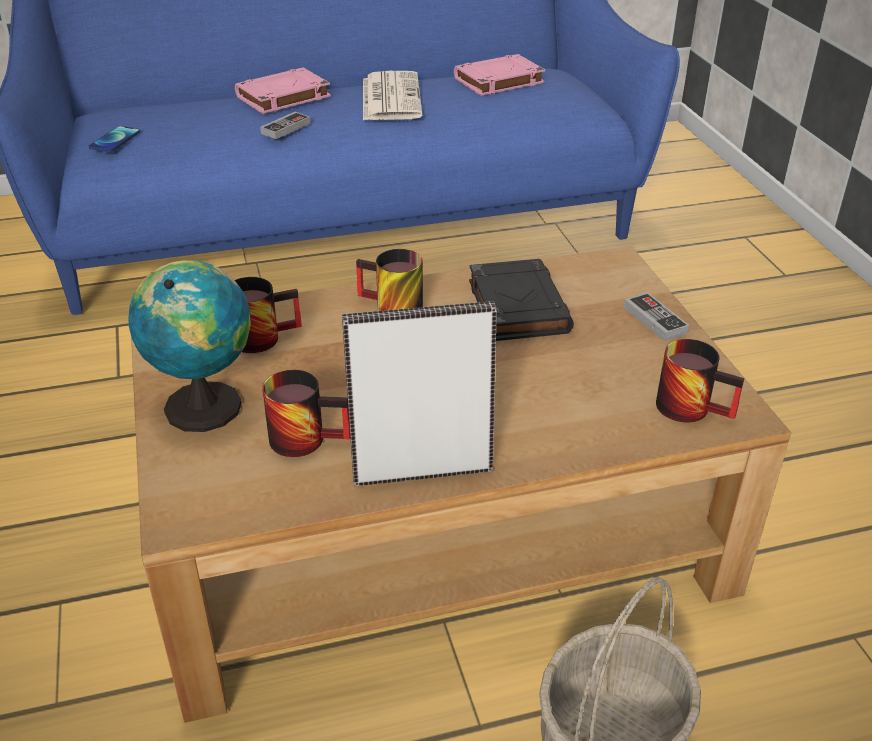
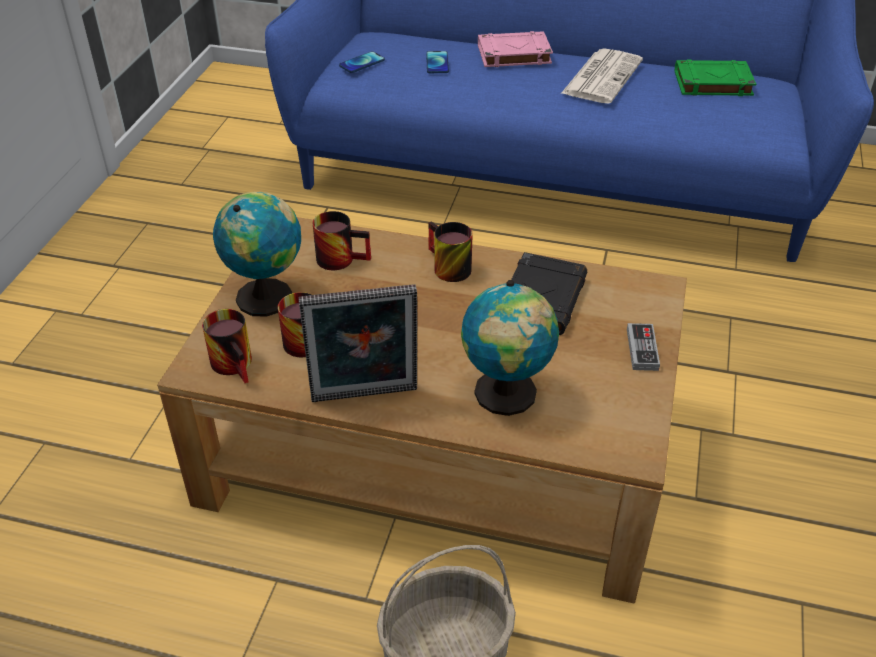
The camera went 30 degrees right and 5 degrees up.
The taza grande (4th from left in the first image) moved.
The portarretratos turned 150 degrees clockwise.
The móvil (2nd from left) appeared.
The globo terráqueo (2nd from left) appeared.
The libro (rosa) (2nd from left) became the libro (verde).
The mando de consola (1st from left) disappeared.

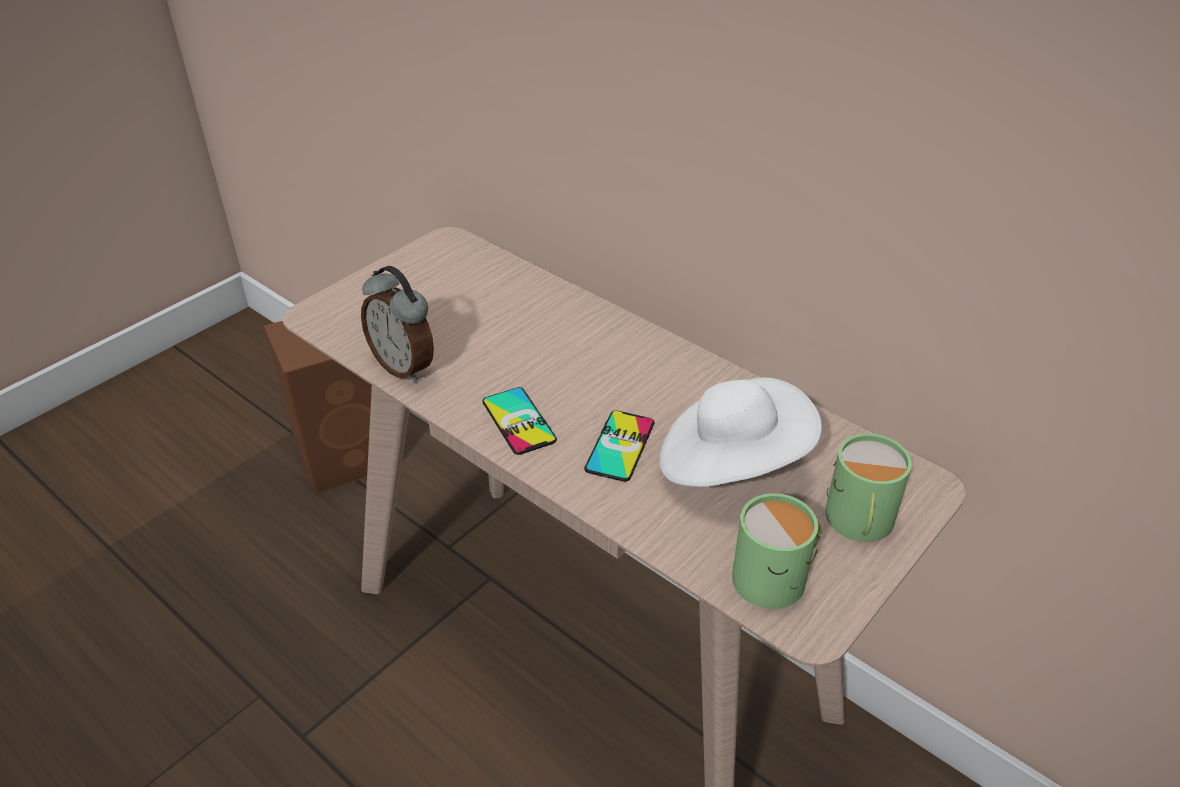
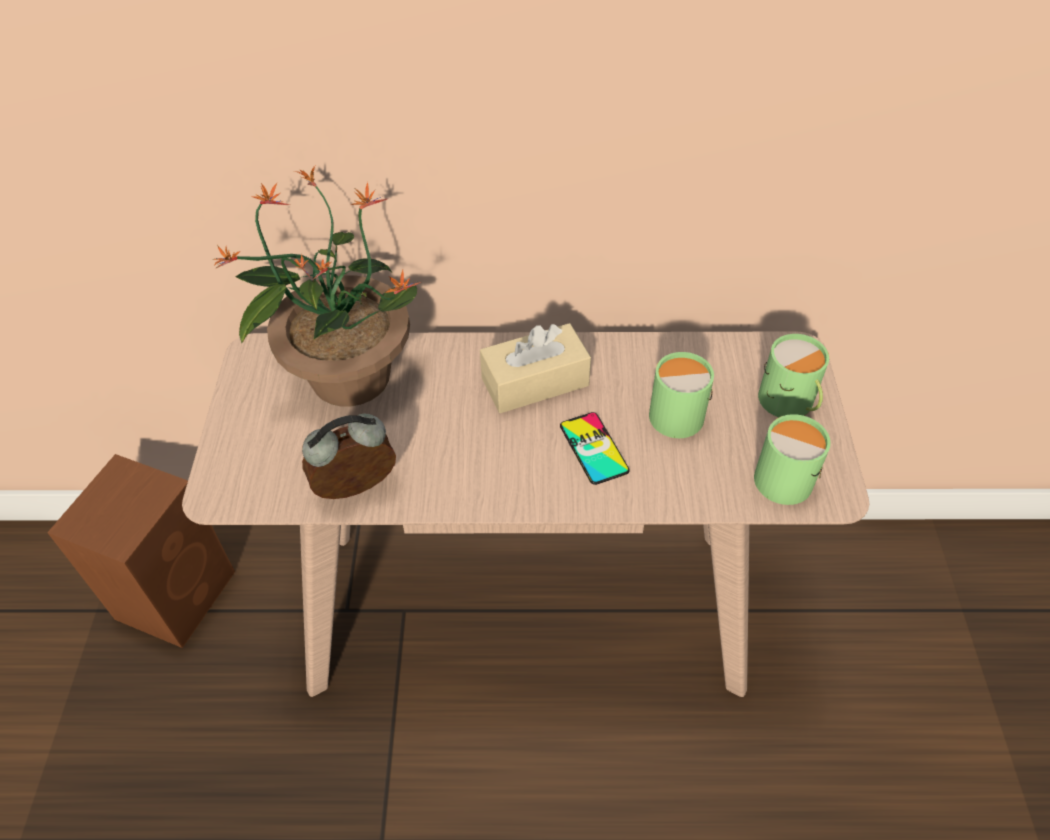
The camera went 40 degrees left and 10 degrees up.
The planta en maceta appeared.
The despertador turned 150 degrees clockwise.
The caja de pañuelos (beis) appeared.
The sombrero (blanco) was replaced by the taza grande (verde) (1st from left).
The móvil (1st from left) disappeared.

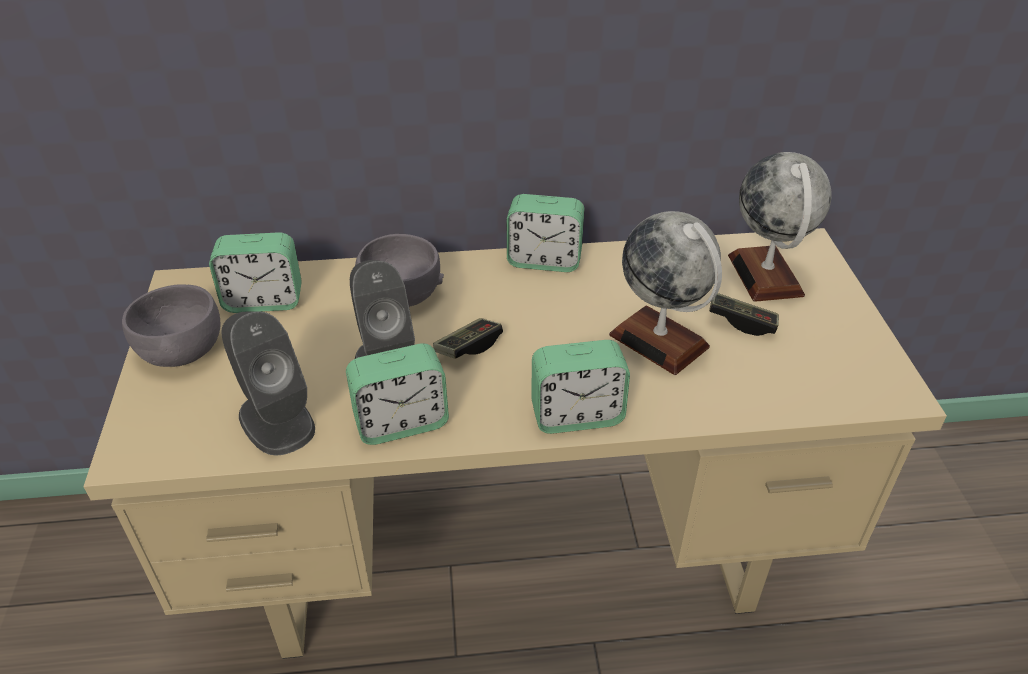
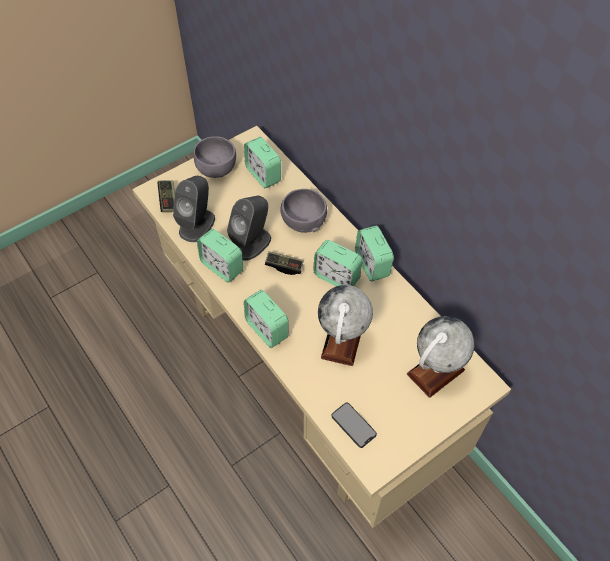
The camera went 60 degrees right and 15 degrees up.
The mando de consola (2nd from left in the first image) moved.
The despertador (4th from left) appeared.
The móvil appeared.

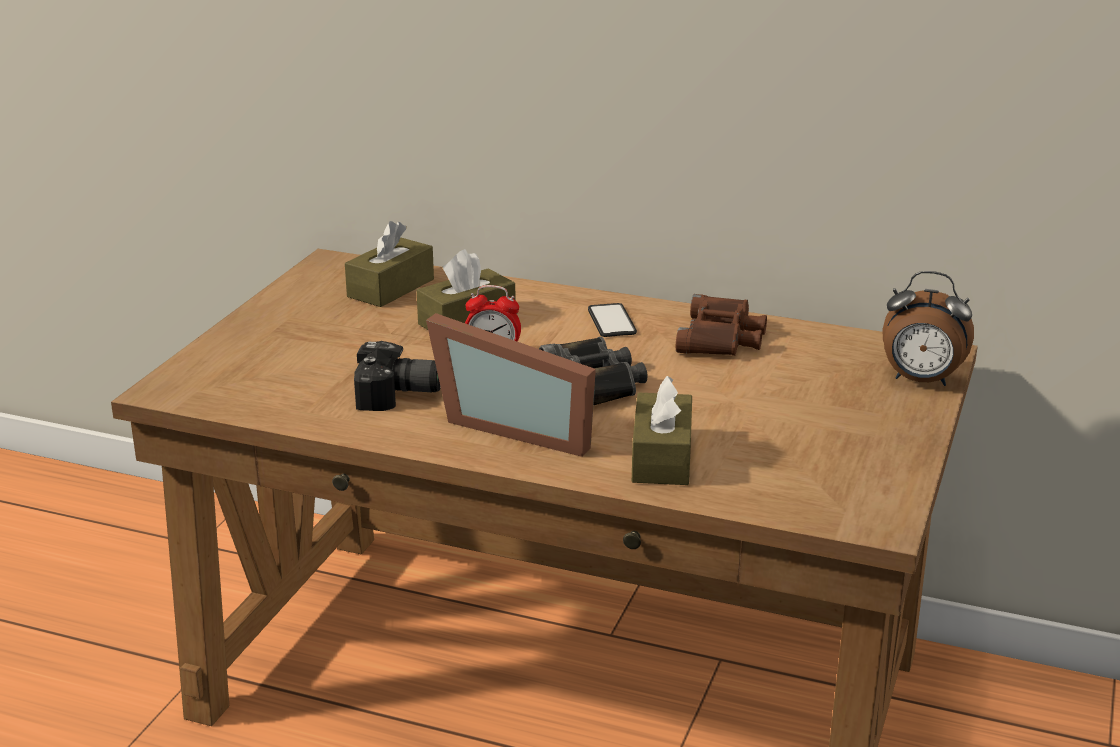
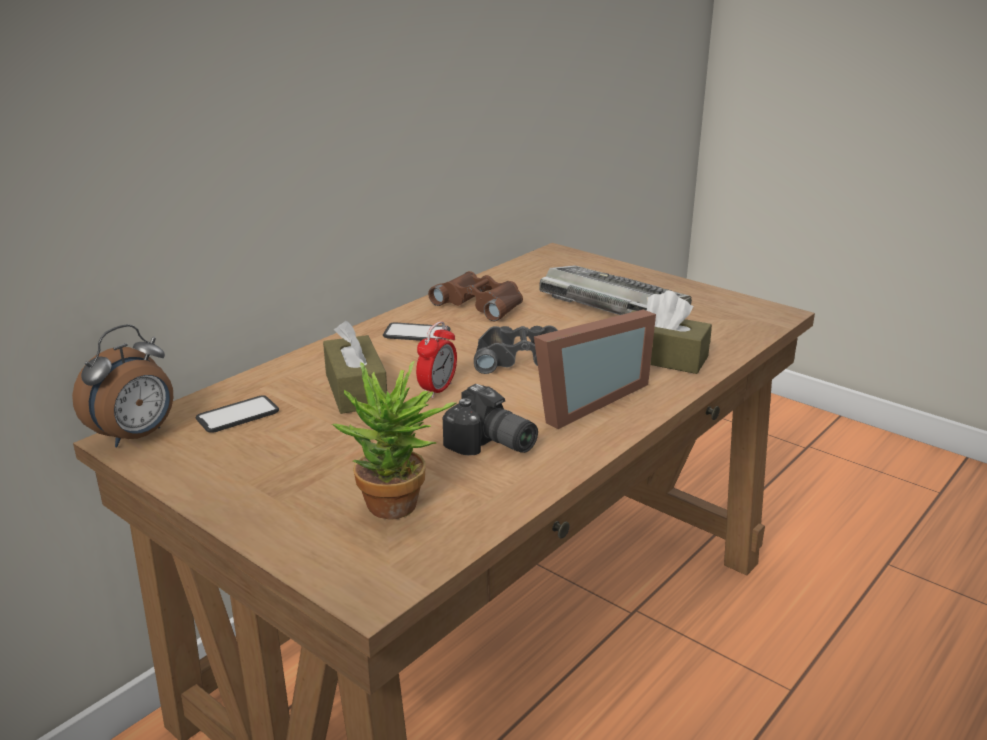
The camera went 70 degrees left and 0 degrees up.
The despertador (2nd from left in the first image) moved.
The caja de pañuelos (marrón) (1st from left) was replaced by the móvil (1st from left).
The planta en maceta appeared.
The cámara turned 105 degrees clockwise.
The teclado appeared.

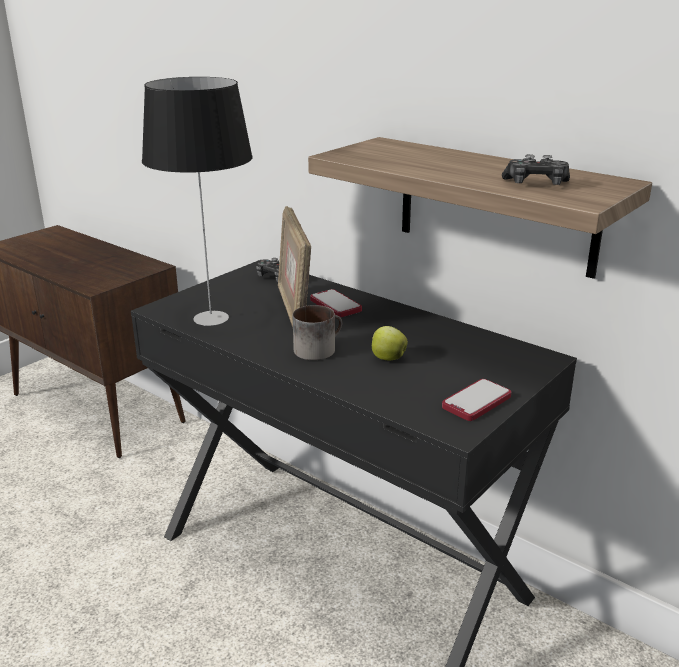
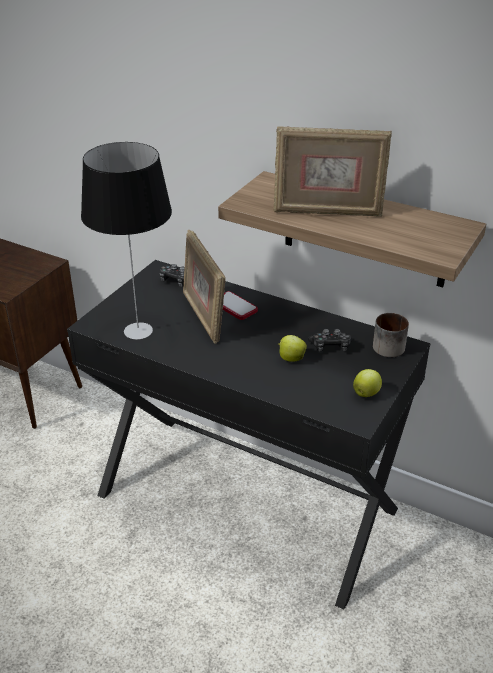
The camera went 10 degrees left and 10 degrees up.
The portarretratos (2nd from left) appeared.
The mando de consola (2nd from left) moved.
The móvil (2nd from left) was replaced by the manzana (2nd from left).
The taza grande moved.

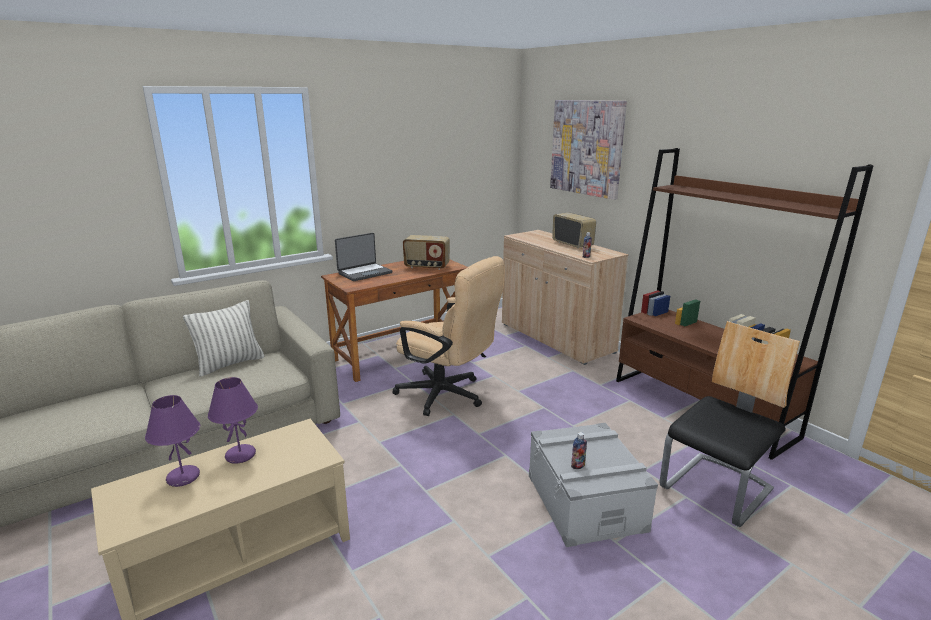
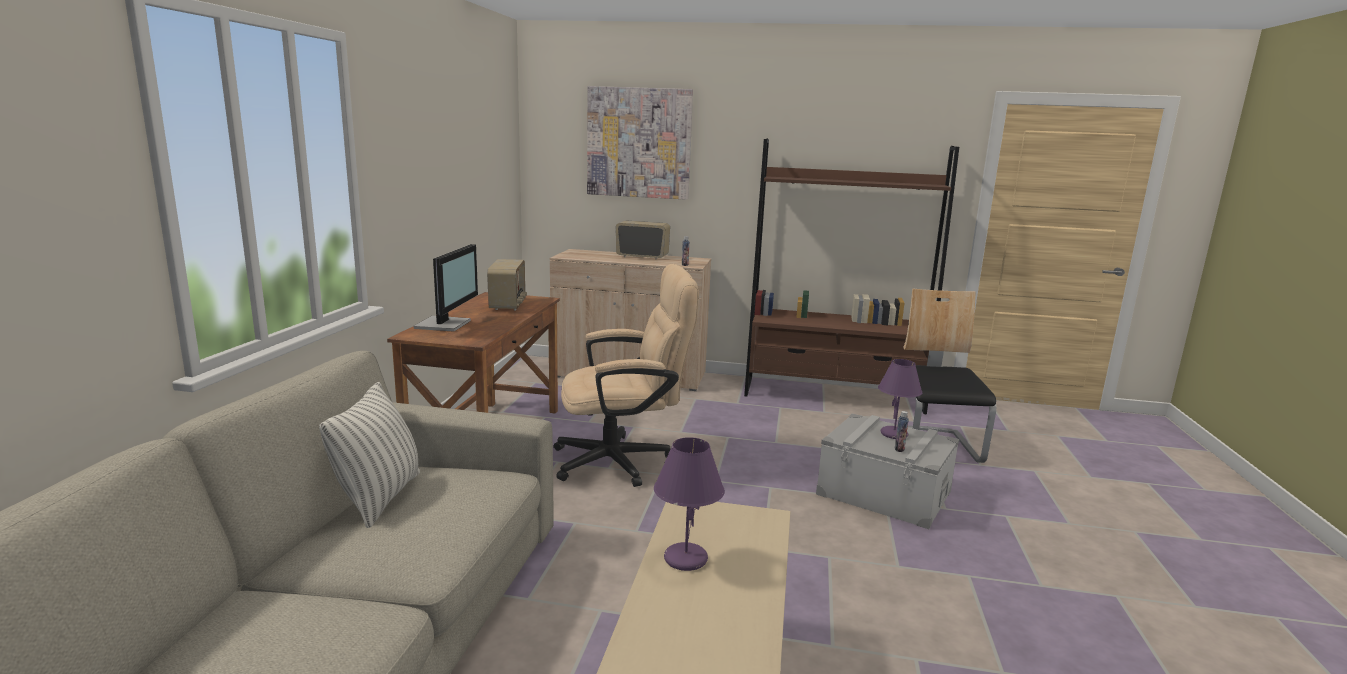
The camera went 45 degrees left and 5 degrees down.
The portátil was replaced by the monitor.
The radio (1st from left) turned 60 degrees counterclockwise.
The lámpara de mesa (morado) (1st from left in the first image) moved.

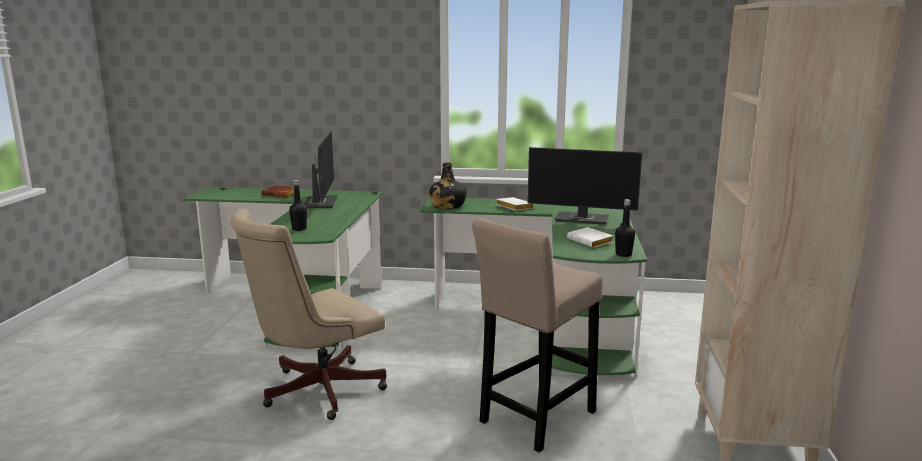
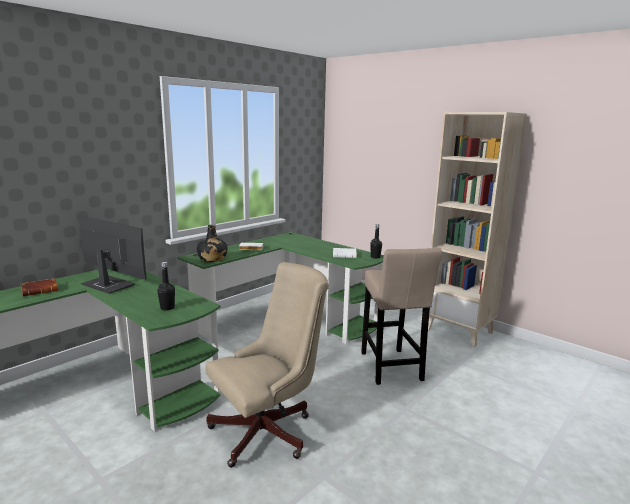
The camera went 55 degrees left and 0 degrees up.
The silla de oficina (beis) turned 120 degrees counterclockwise.
The monitor (2nd from left) disappeared.

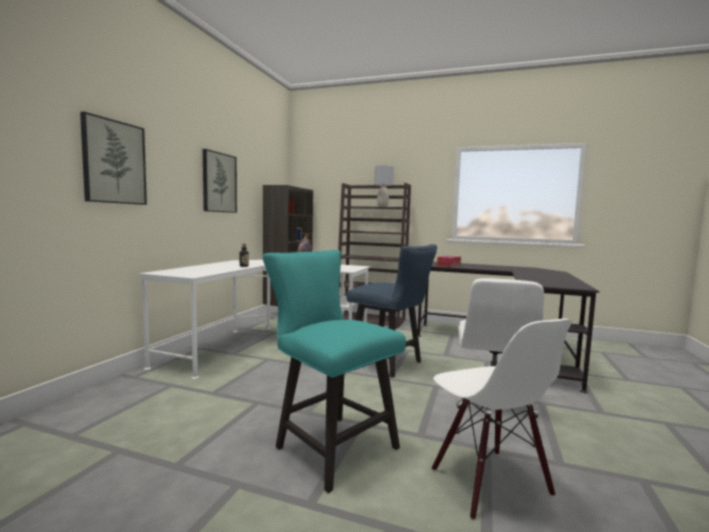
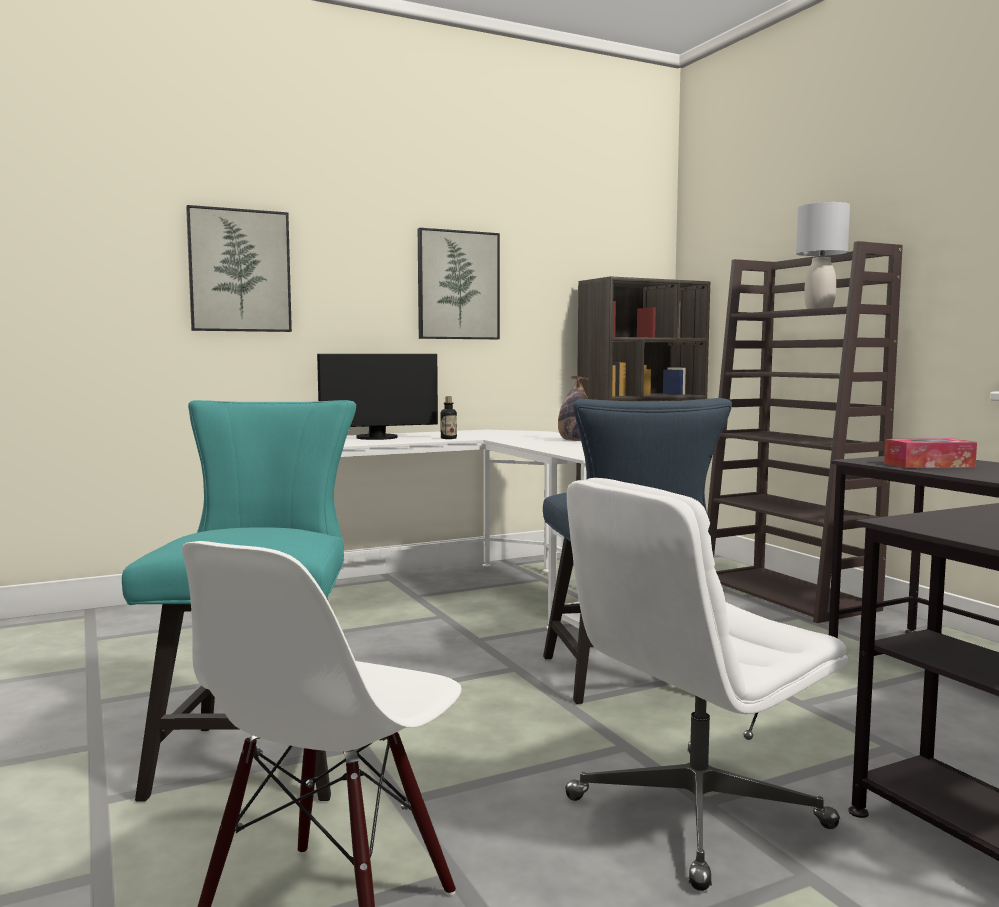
The camera went 45 degrees right and 0 degrees up.
The monitor appeared.

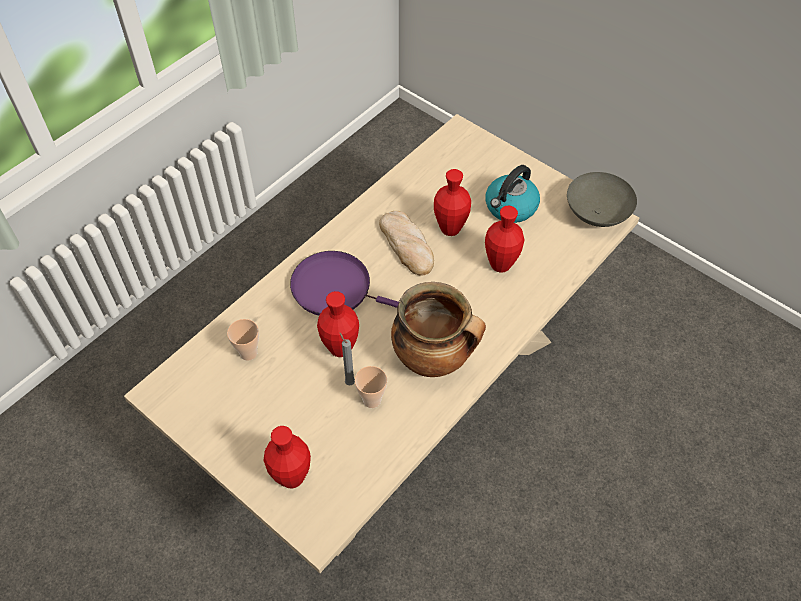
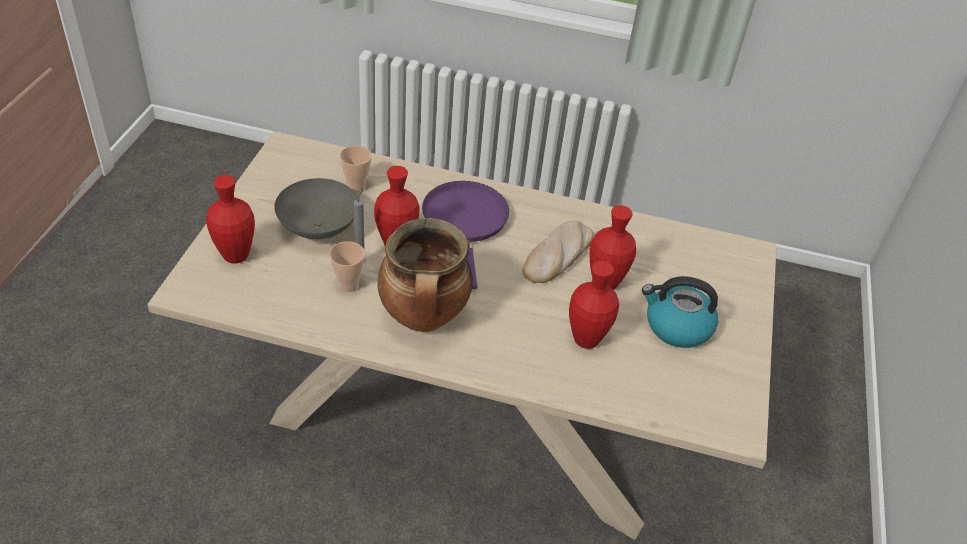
The camera went 60 degrees right and 10 degrees down.
The cuenco (gris) moved.

